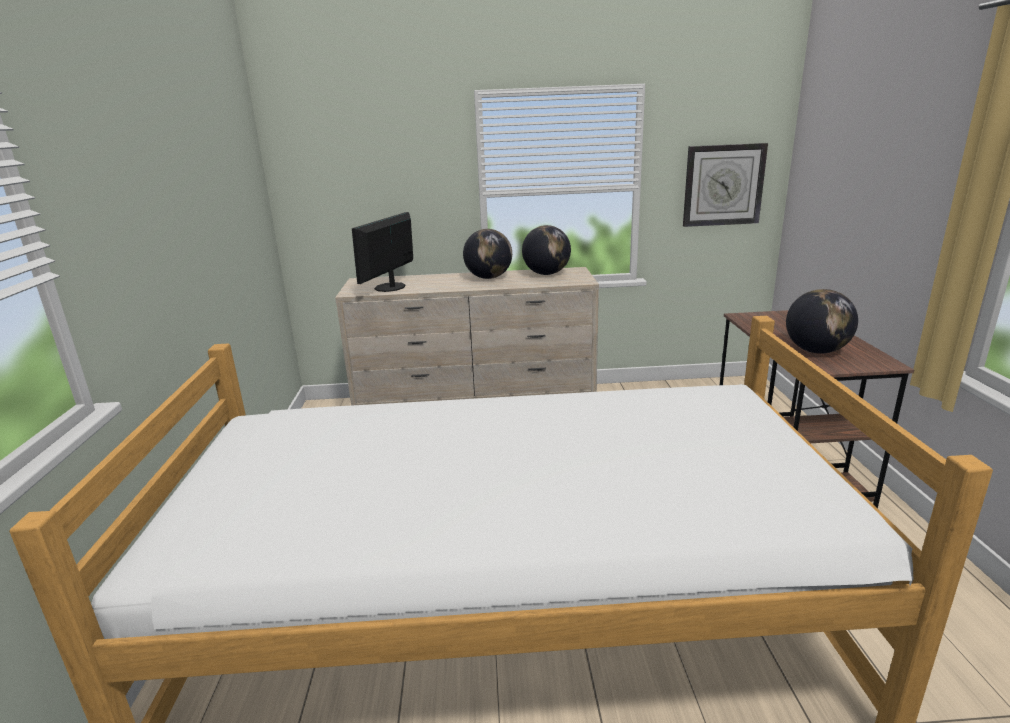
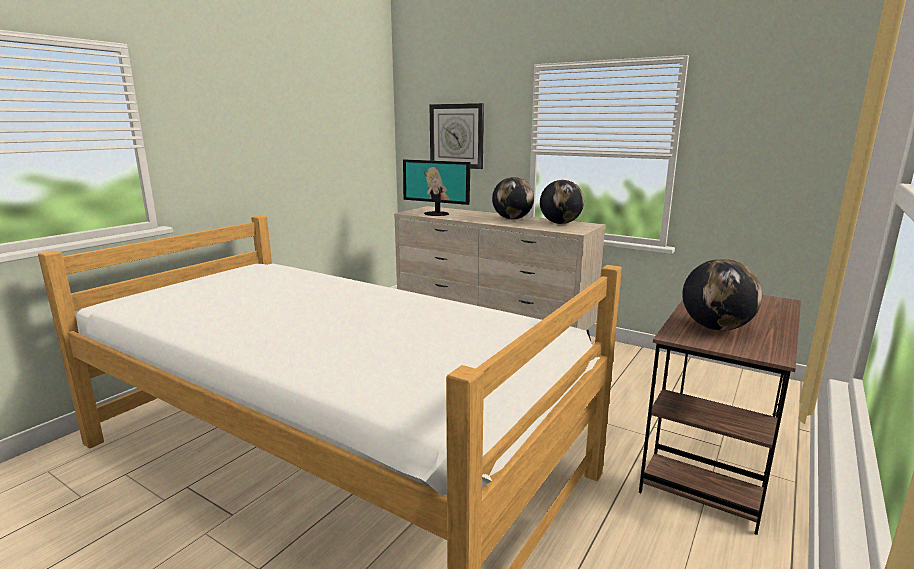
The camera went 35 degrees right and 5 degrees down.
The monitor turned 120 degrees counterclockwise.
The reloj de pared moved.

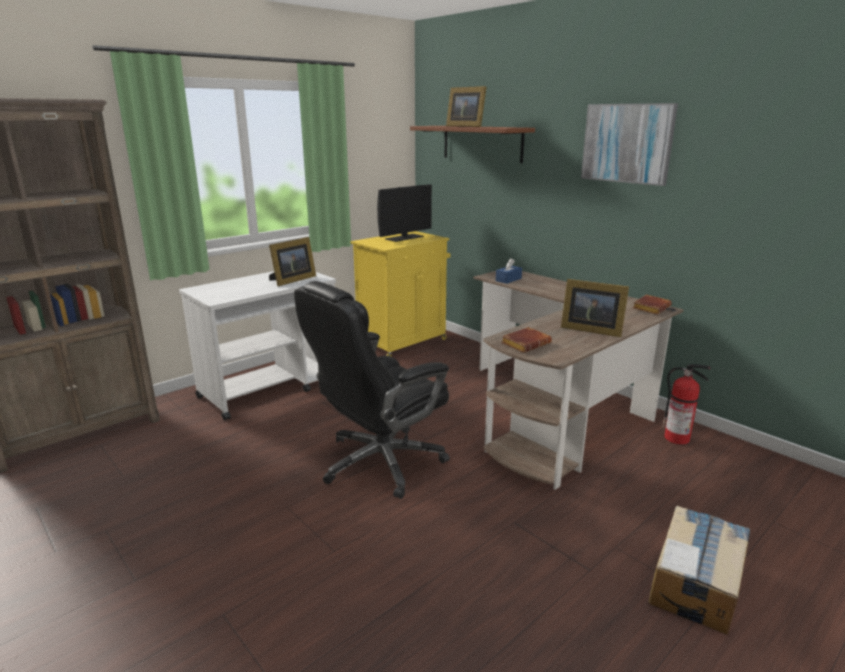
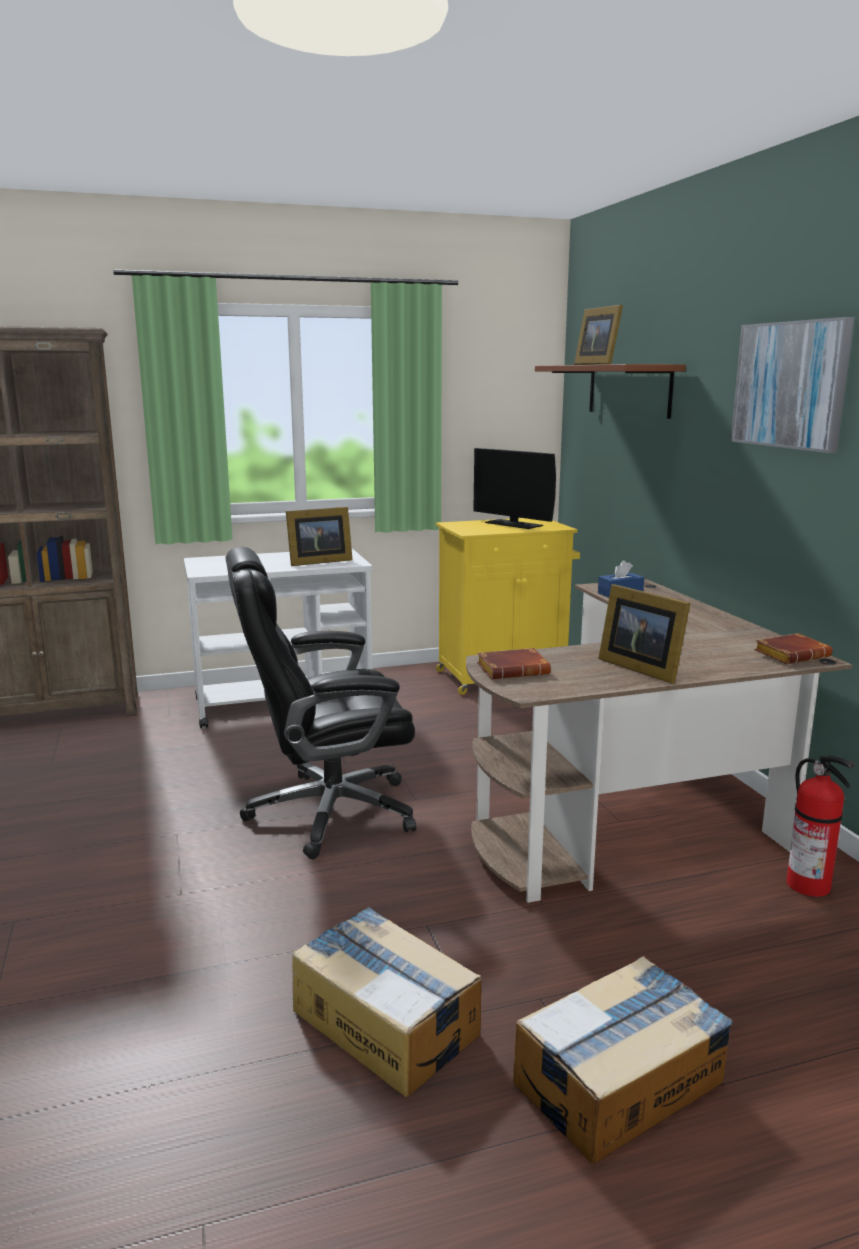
The camera went 25 degrees right and 5 degrees down.
The caja de cartón (1st from left) appeared.
The monitor turned 60 degrees clockwise.

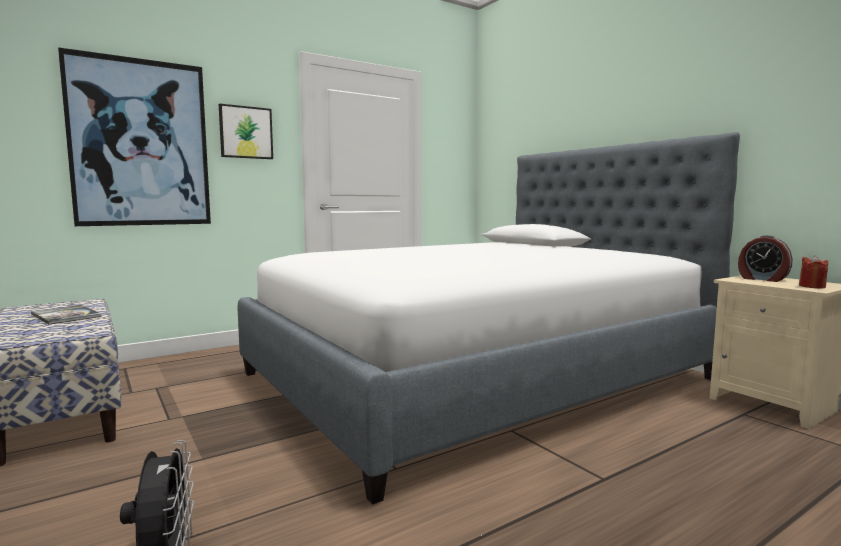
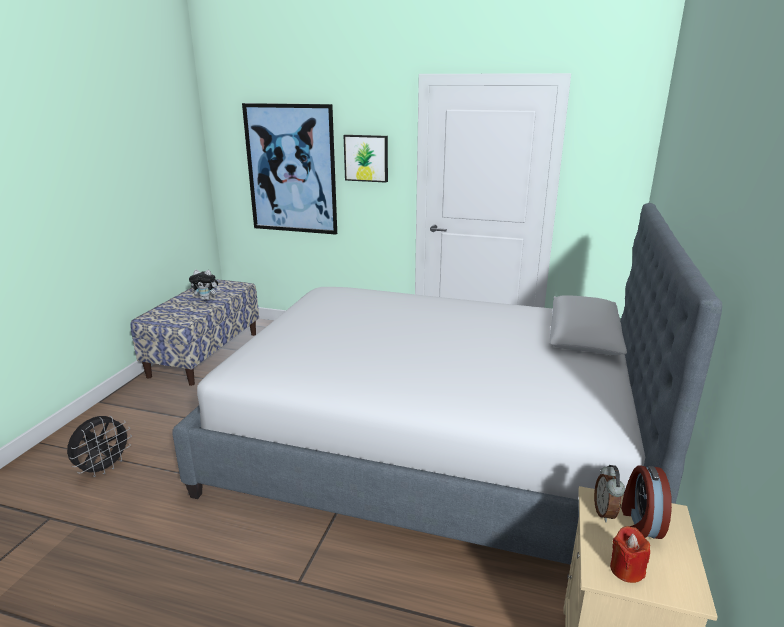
The camera went 50 degrees right and 15 degrees up.
The libro was replaced by the peluche.
The despertador (1st from left) appeared.

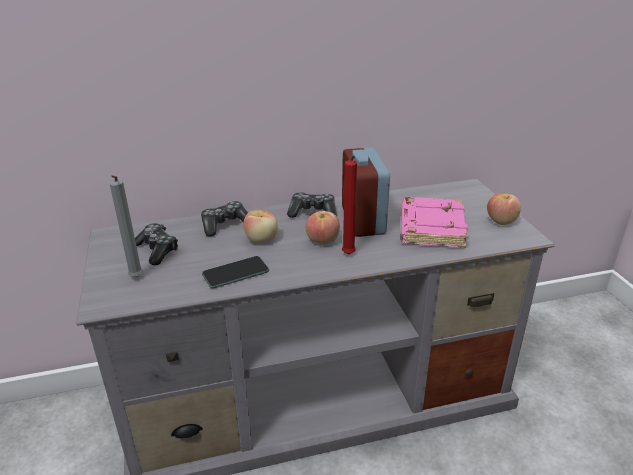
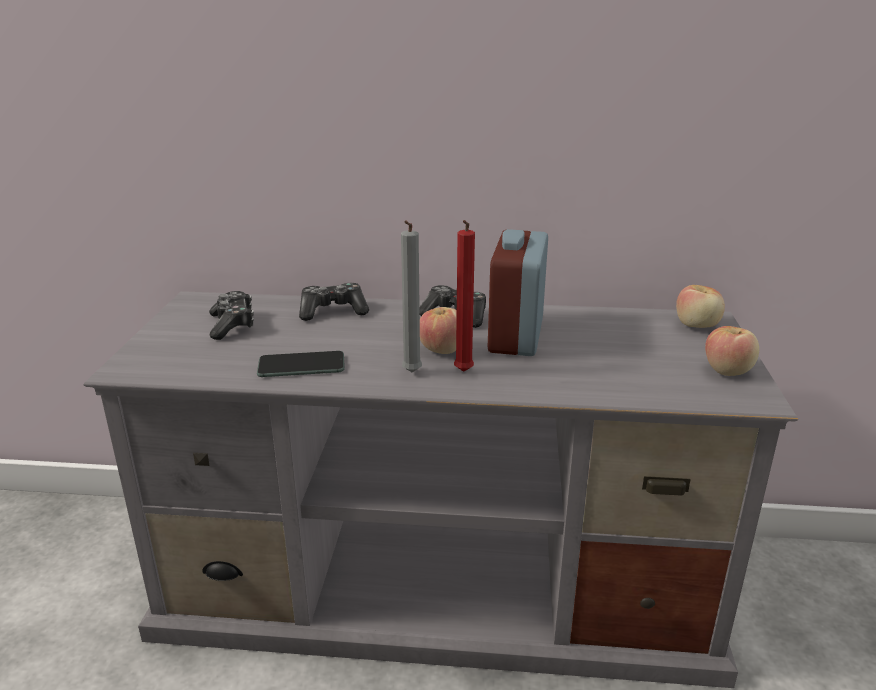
The camera went 20 degrees right and 5 degrees down.
The vela (gris) moved.
The manzana (1st from left in the first image) moved.
The libro (rosa) disappeared.

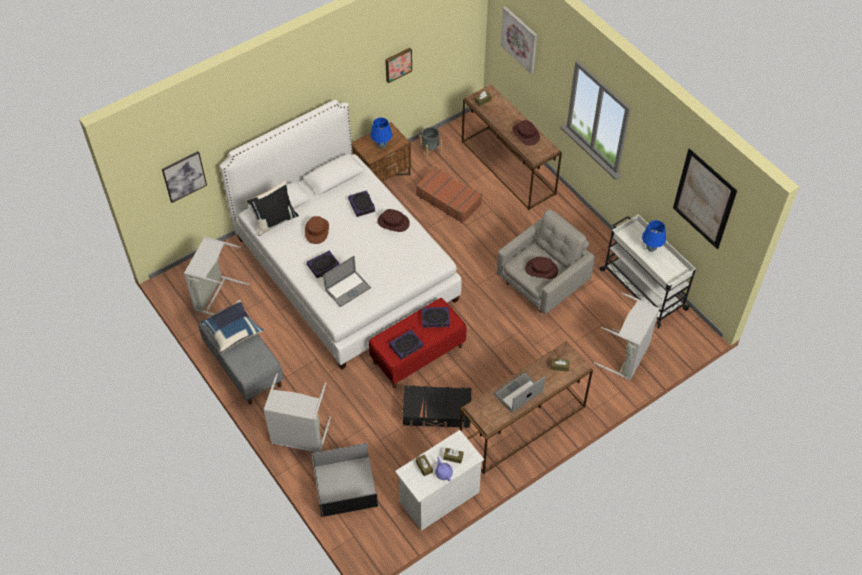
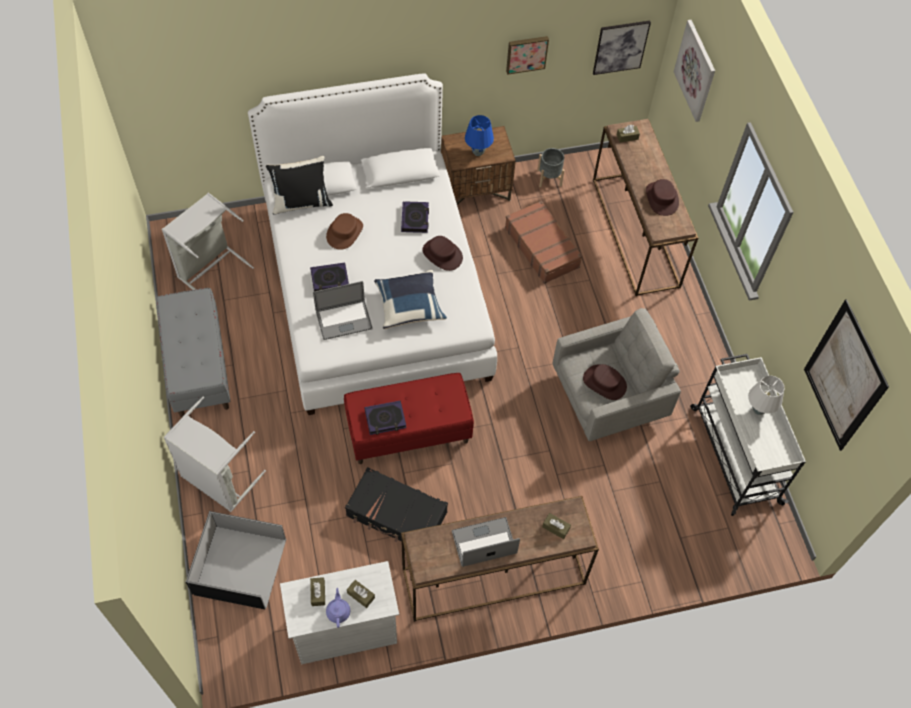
The camera went 20 degrees right and 5 degrees up.
The cojín (azul) moved.
The cuadro (1st from left in the first image) moved.
The lámpara de mesa (azul) (2nd from left) became the lámpara de mesa (blanco).
The libro (4th from left) disappeared.
The cesto de la ropa (gris) (3rd from left) disappeared.

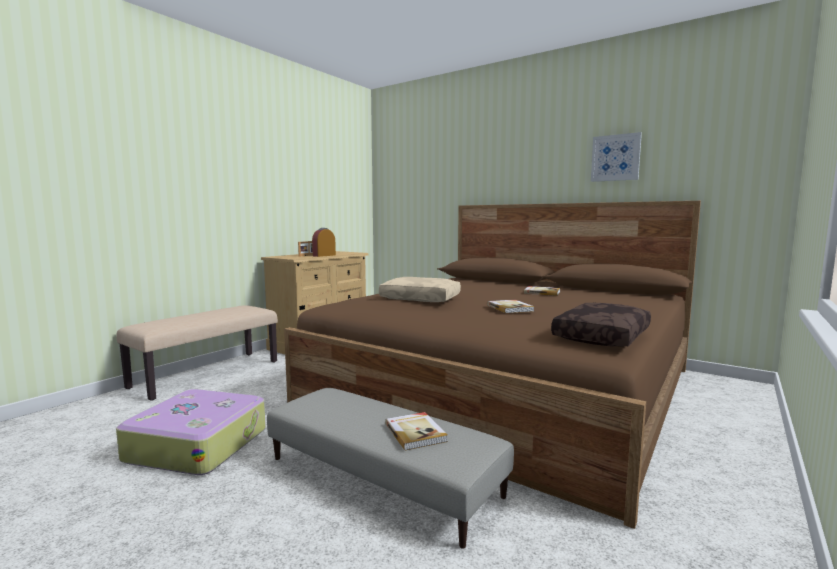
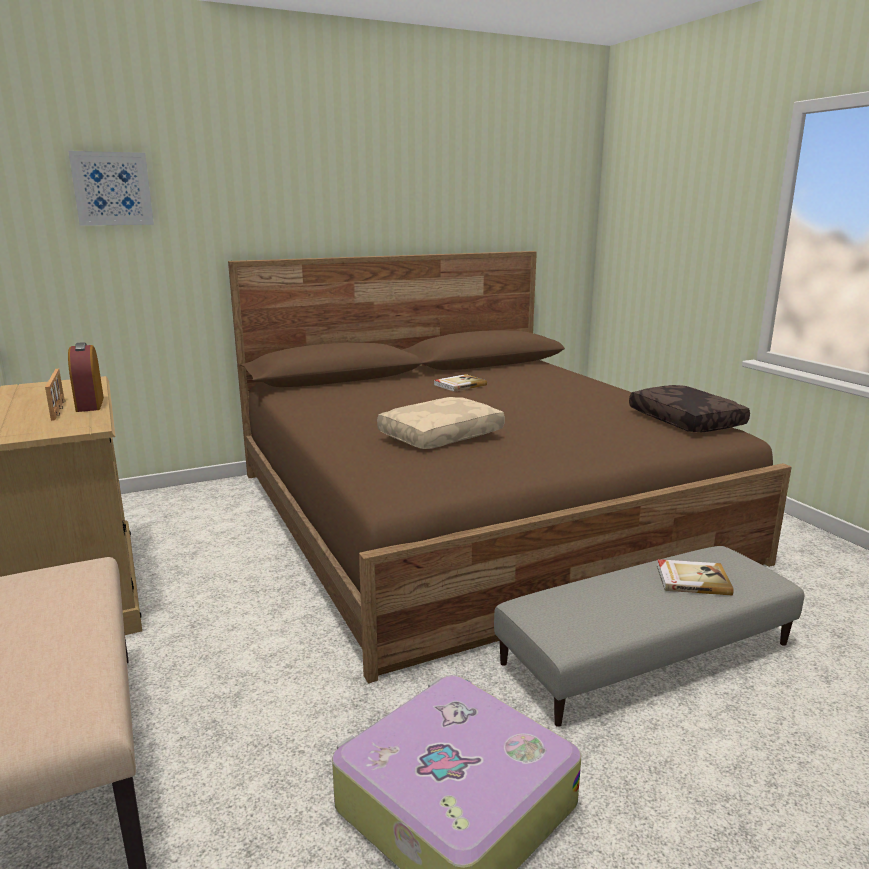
The camera went 60 degrees left and 10 degrees up.
The cuadro moved.
The libro (2nd from left) disappeared.

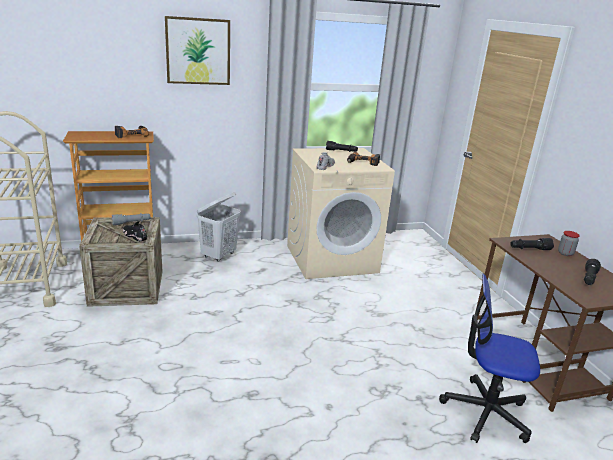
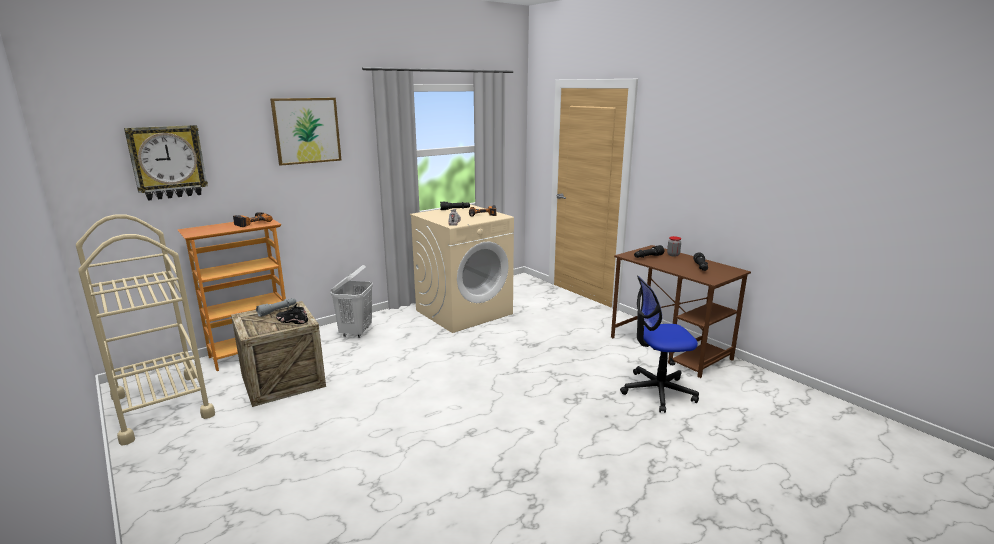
The camera went 20 degrees left and 5 degrees down.
The reloj de pared appeared.

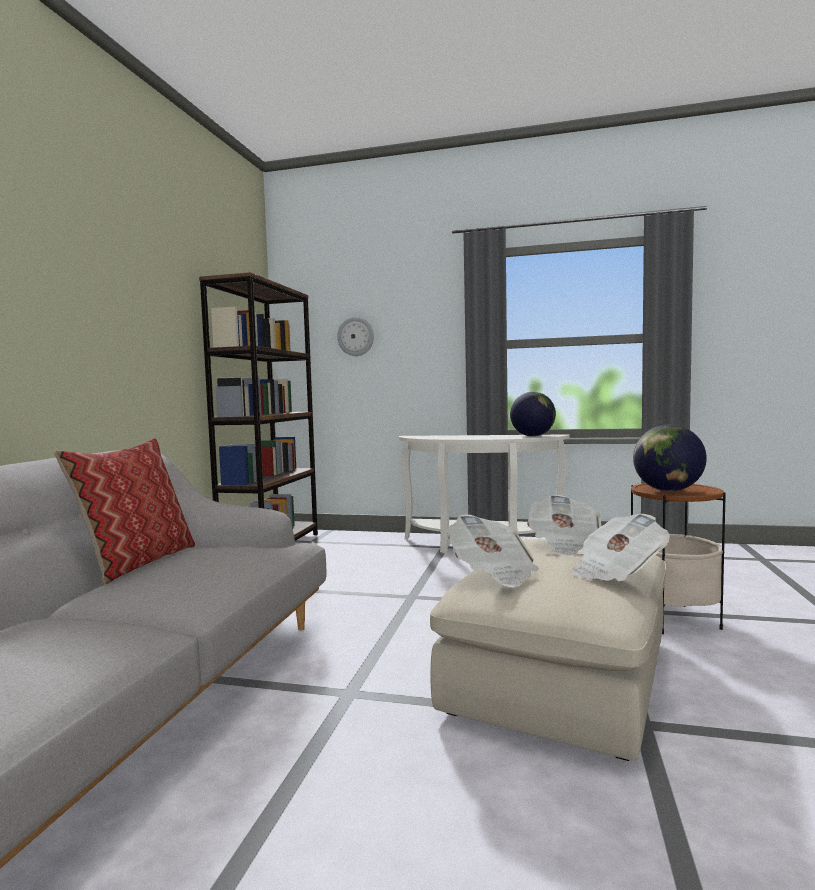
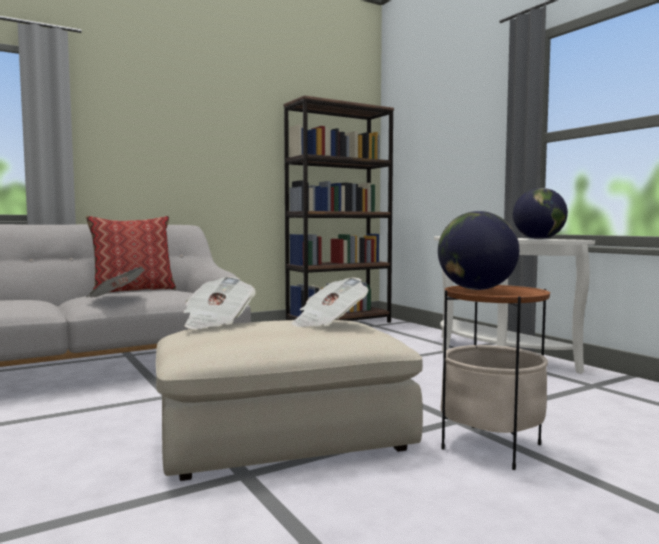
The camera went 45 degrees right and 0 degrees up.
The periódico (3rd from left in the first image) moved.
The reloj de pared disappeared.

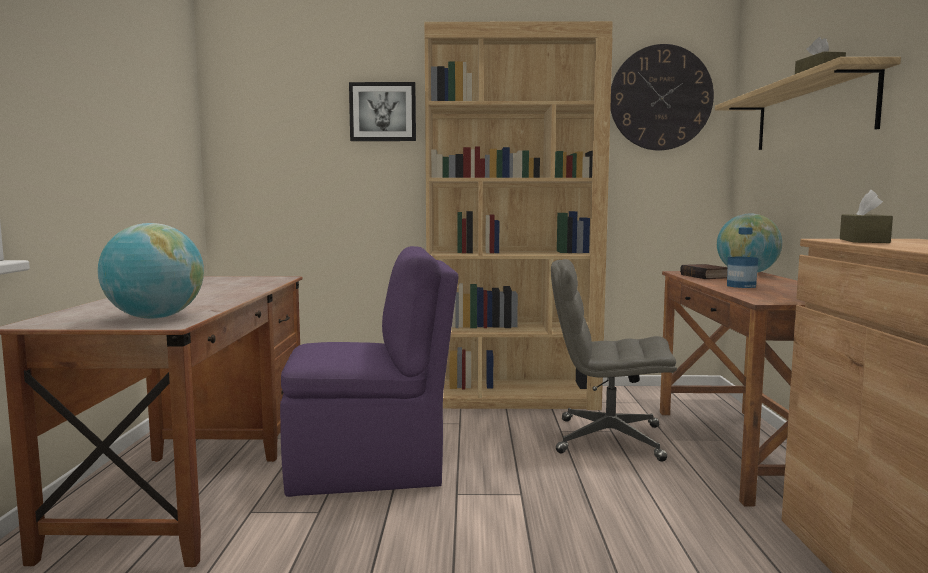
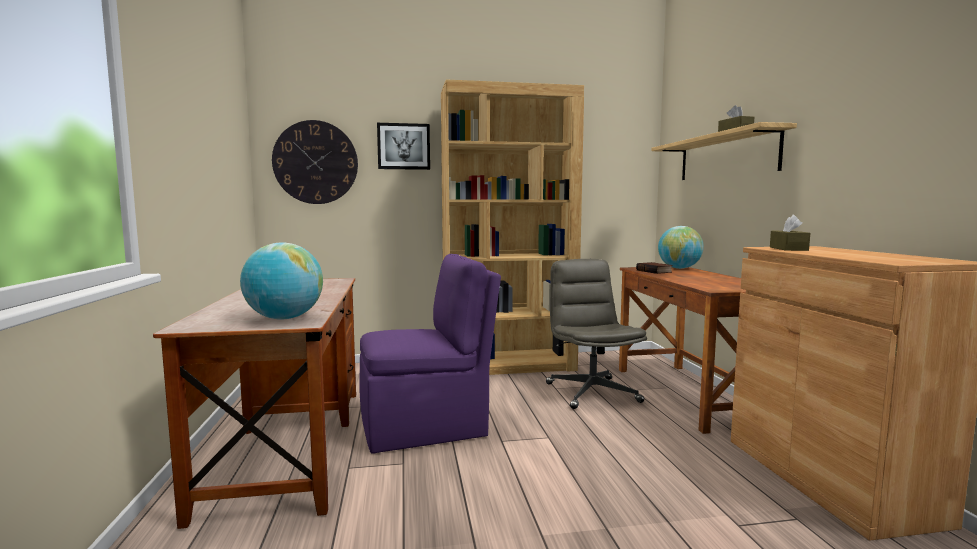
The camera went 10 degrees left and 0 degrees up.
The reloj de pared moved.
The silla de oficina (gris) turned 75 degrees clockwise.
The botella disappeared.

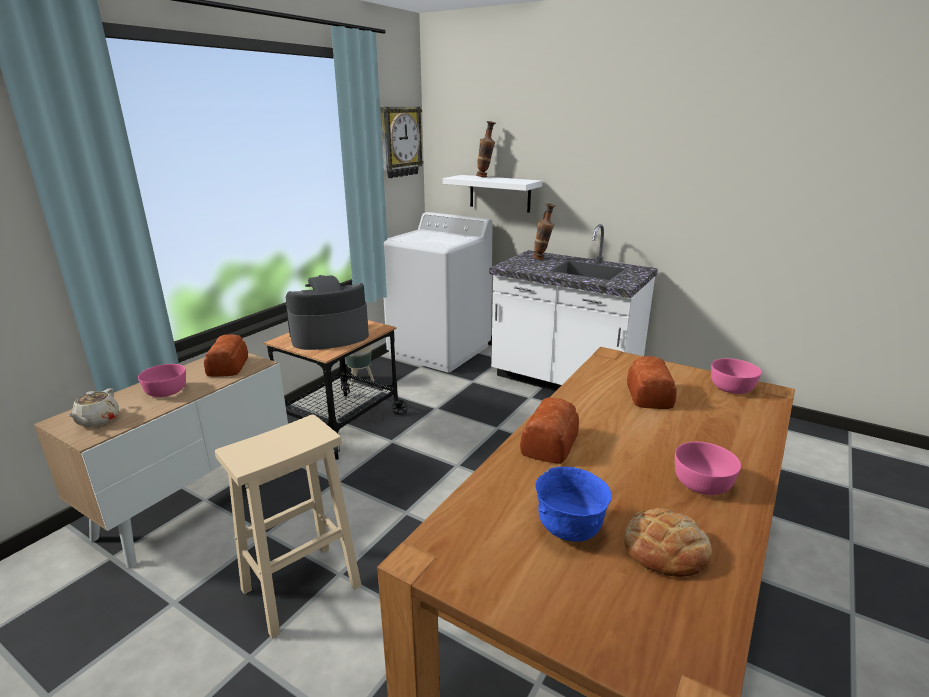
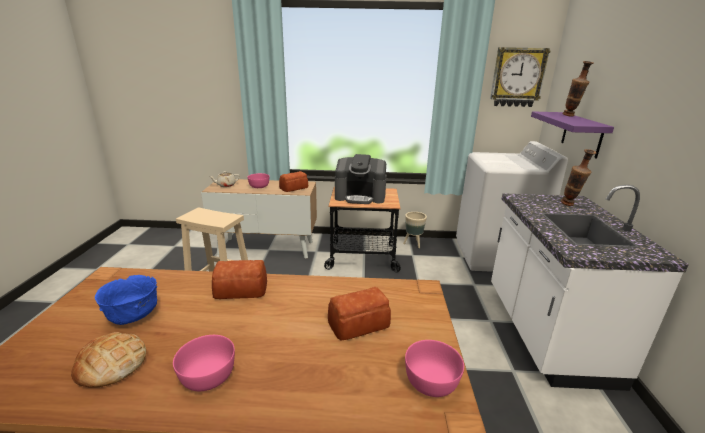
The camera went 60 degrees right and 0 degrees up.
The cafetera turned 150 degrees clockwise.
The estante (blanco) became the estante (morado).

